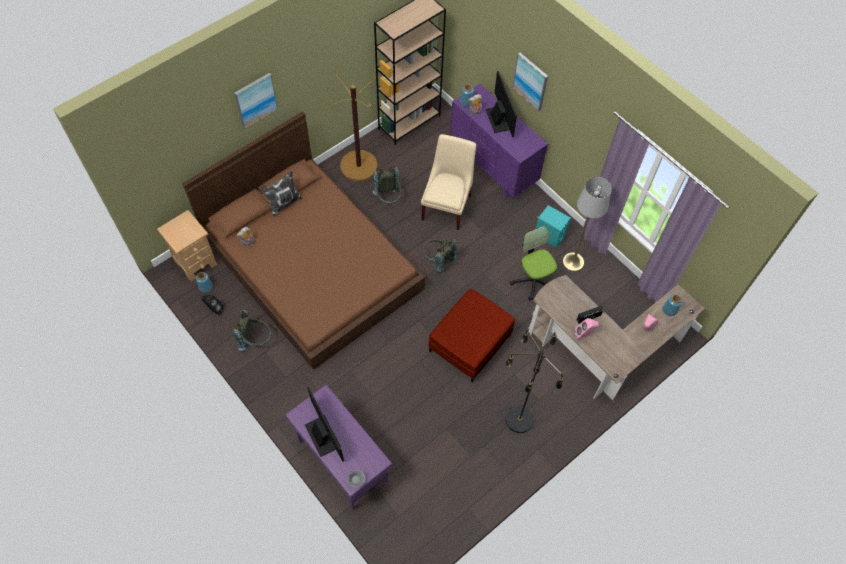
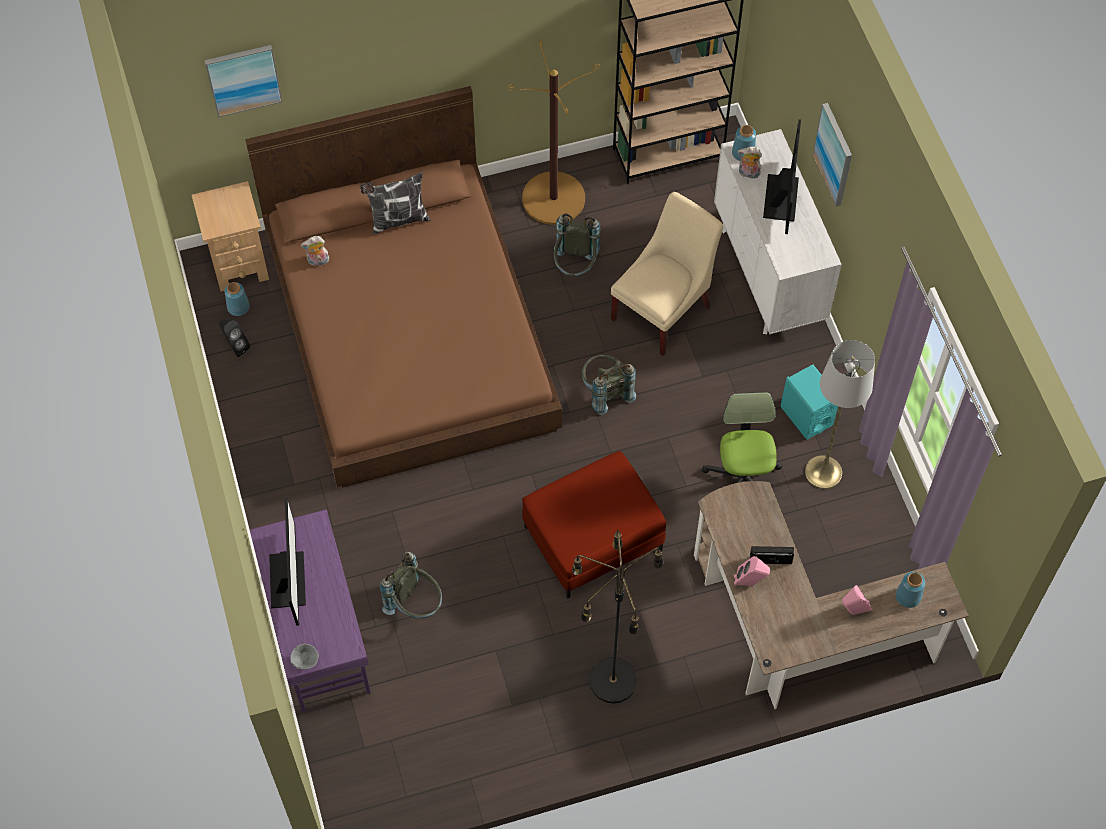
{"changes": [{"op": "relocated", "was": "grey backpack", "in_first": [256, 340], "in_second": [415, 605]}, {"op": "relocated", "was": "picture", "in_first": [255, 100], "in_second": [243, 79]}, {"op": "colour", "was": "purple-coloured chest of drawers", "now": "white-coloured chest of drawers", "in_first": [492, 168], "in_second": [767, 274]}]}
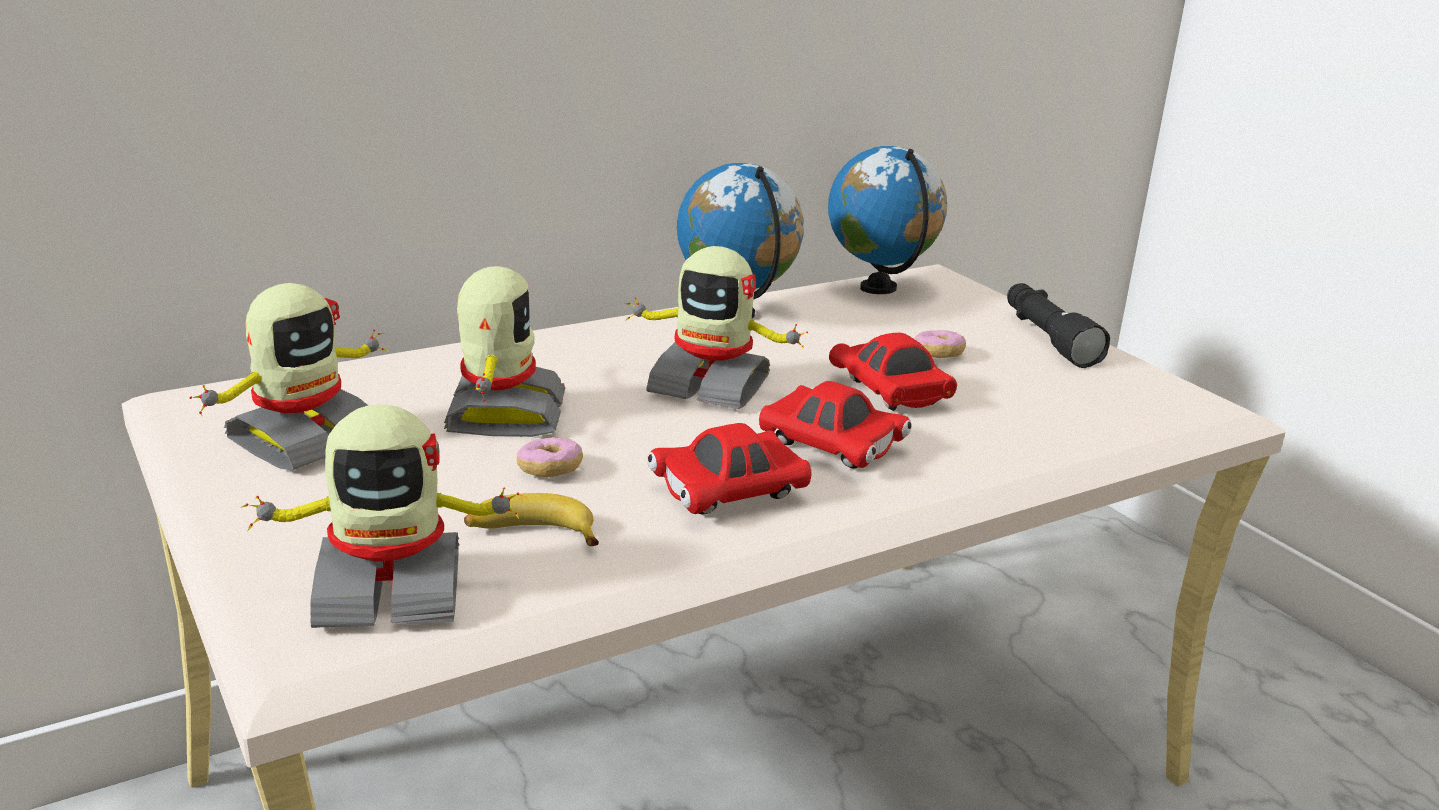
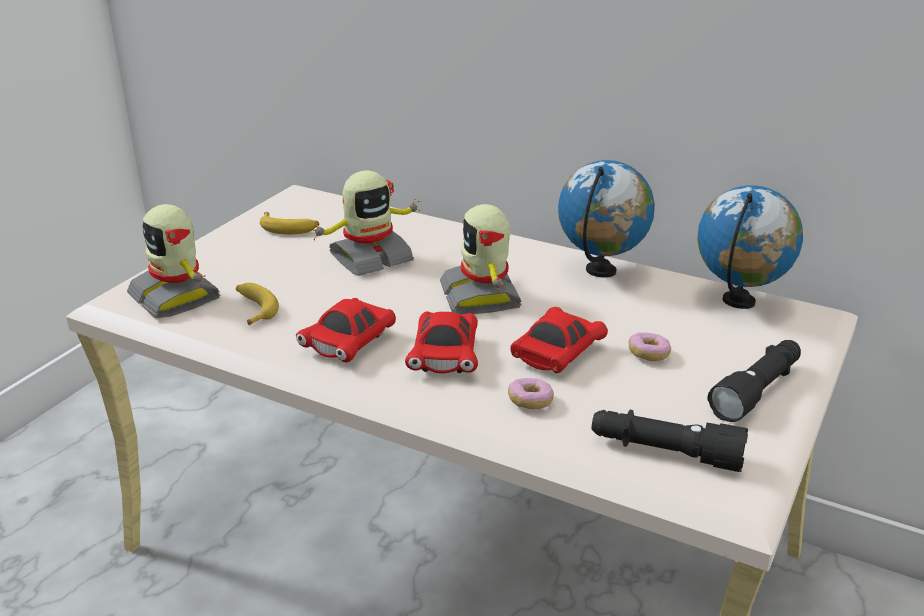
{"changes": [{"op": "appeared", "now": "blackish torch", "in_second": [665, 452]}, {"op": "relocated", "was": "doughnut", "in_first": [550, 470], "in_second": [530, 402]}, {"op": "exchanged", "was": "robot figure", "now": "whole banana", "in_first": [303, 438], "in_second": [289, 228]}, {"op": "spun", "was": "reddish miniature car", "in_first": [728, 494], "in_second": [349, 344], "clockwise": -90}]}
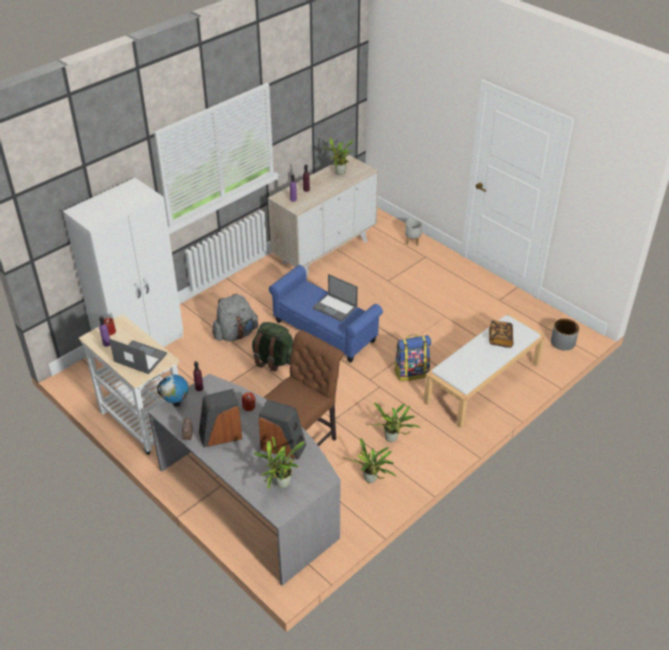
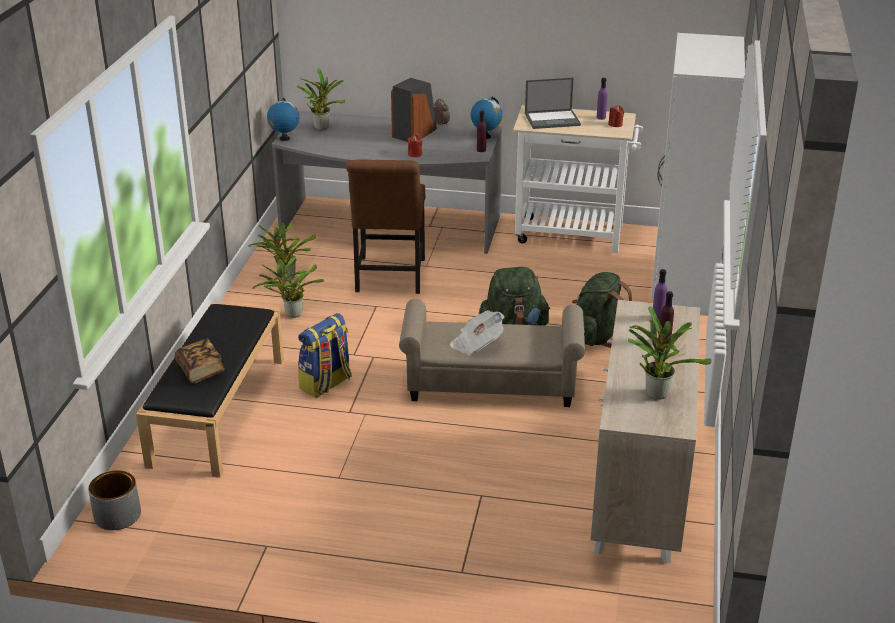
{"changes": [{"op": "missing", "was": "loudspeaker", "in_first": [283, 446]}, {"op": "missing", "was": "grey flower pot", "in_first": [412, 241]}, {"op": "appeared", "now": "desk globe", "in_second": [284, 138]}, {"op": "exchanged", "was": "notebook computer", "now": "printed paper", "in_first": [335, 307], "in_second": [477, 344]}, {"op": "colour", "was": "grey backpack", "now": "greenish backpack", "in_first": [235, 334], "in_second": [597, 336]}, {"op": "colour", "was": "blue pouffe", "now": "beige pouffe", "in_first": [325, 331], "in_second": [491, 385]}, {"op": "colour", "was": "white-coloured bench", "now": "blackish bench", "in_first": [482, 383], "in_second": [218, 409]}]}
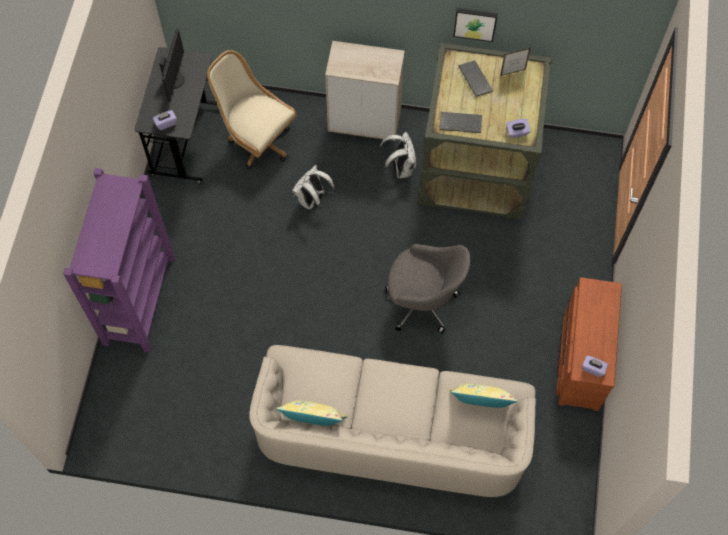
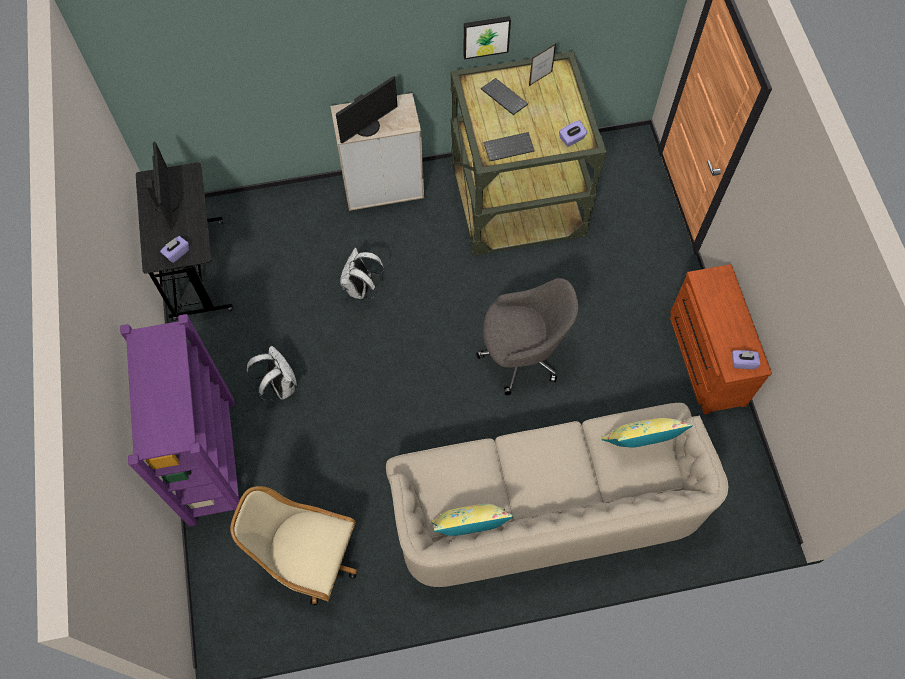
{"changes": [{"op": "appeared", "now": "computer display", "in_second": [367, 127]}, {"op": "relocated", "was": "beige office chair", "in_first": [256, 140], "in_second": [310, 560]}, {"op": "relocated", "was": "white-coloured backpack", "in_first": [400, 168], "in_second": [279, 386]}]}
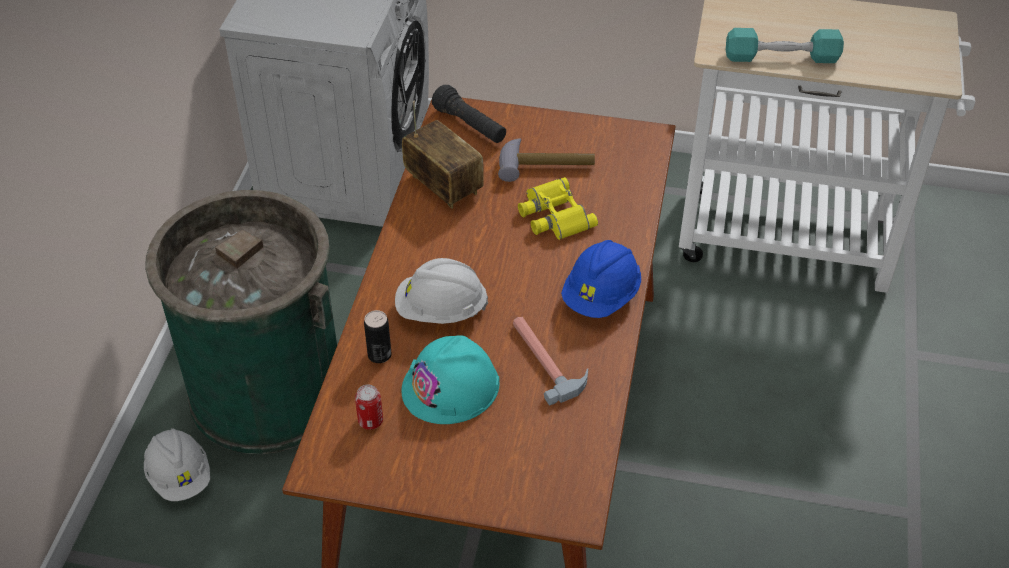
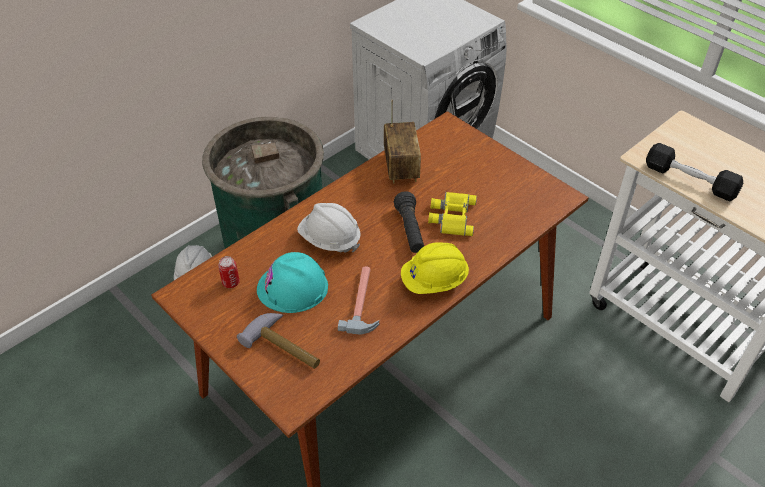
{"changes": [{"op": "missing", "was": "sealed can", "in_first": [379, 355]}, {"op": "relocated", "was": "blackish torch", "in_first": [470, 126], "in_second": [410, 230]}, {"op": "relocated", "was": "tool hammer", "in_first": [546, 164], "in_second": [285, 346]}, {"op": "colour", "was": "blue safety helmet", "now": "yellow-coloured safety helmet", "in_first": [601, 296], "in_second": [434, 281]}, {"op": "colour", "was": "blue-green free weight", "now": "blackish free weight", "in_first": [782, 57], "in_second": [690, 180]}]}
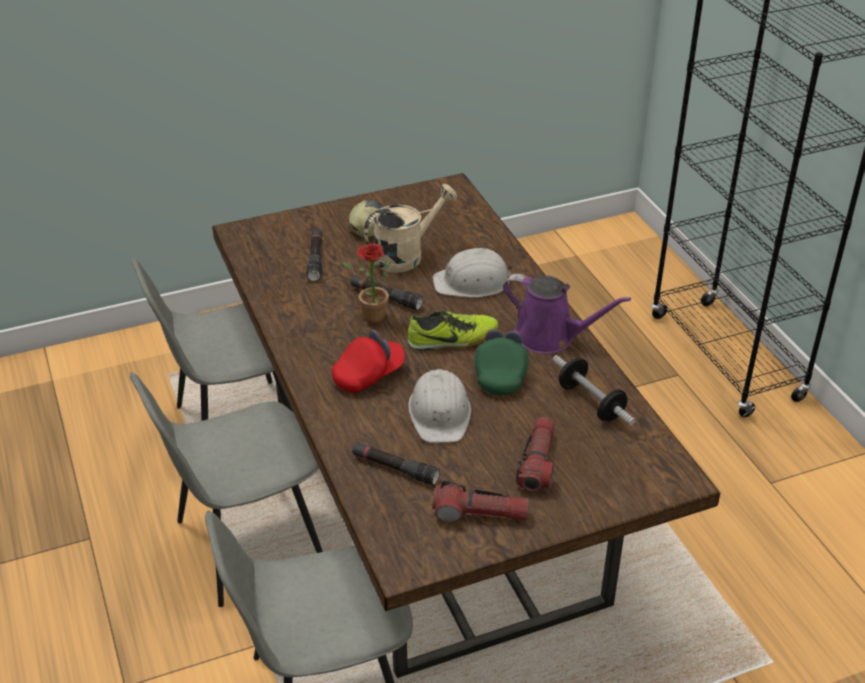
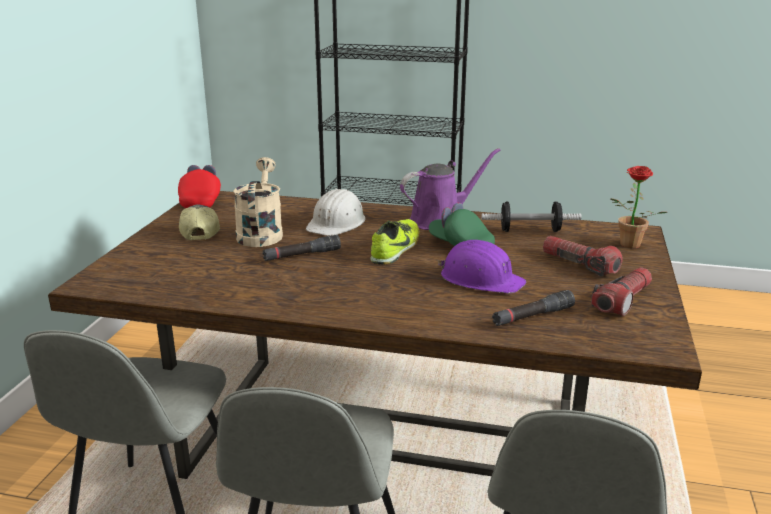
{"changes": [{"op": "missing", "was": "blackish torch", "in_first": [315, 259]}, {"op": "relocated", "was": "reddish peaked cap", "in_first": [369, 375], "in_second": [201, 202]}, {"op": "relocated", "was": "houseplant", "in_first": [369, 316], "in_second": [627, 246]}, {"op": "colour", "was": "white-coloured safety helmet", "now": "purple-coloured safety helmet", "in_first": [440, 413], "in_second": [480, 279]}]}
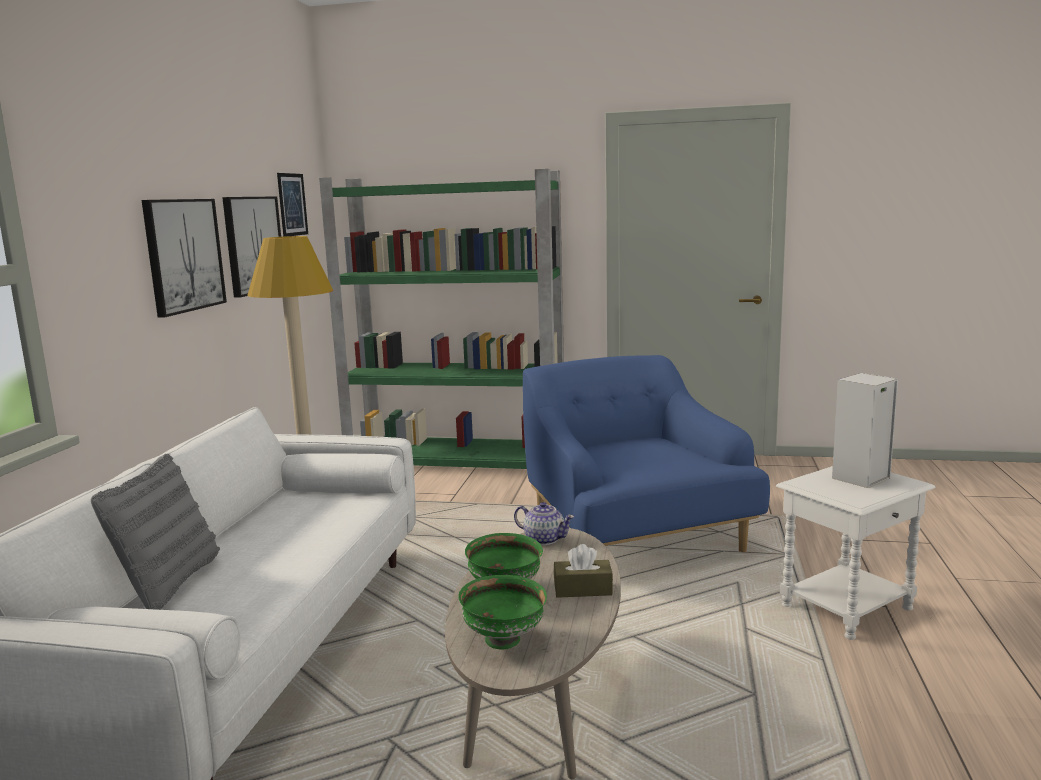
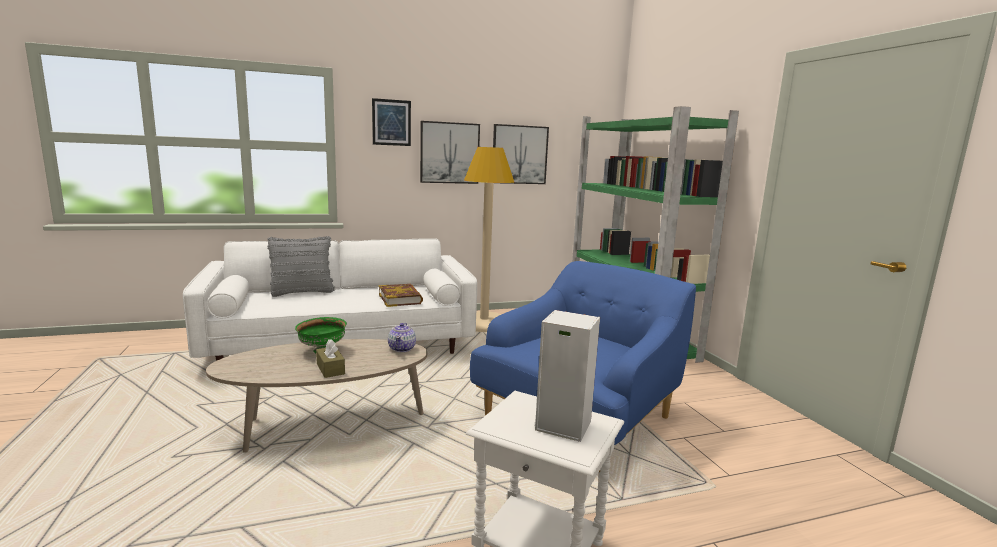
{"changes": [{"op": "missing", "was": "greenish deep dish", "in_first": [504, 640]}, {"op": "appeared", "now": "bound book", "in_second": [400, 299]}, {"op": "relocated", "was": "picture", "in_first": [292, 204], "in_second": [391, 122]}]}
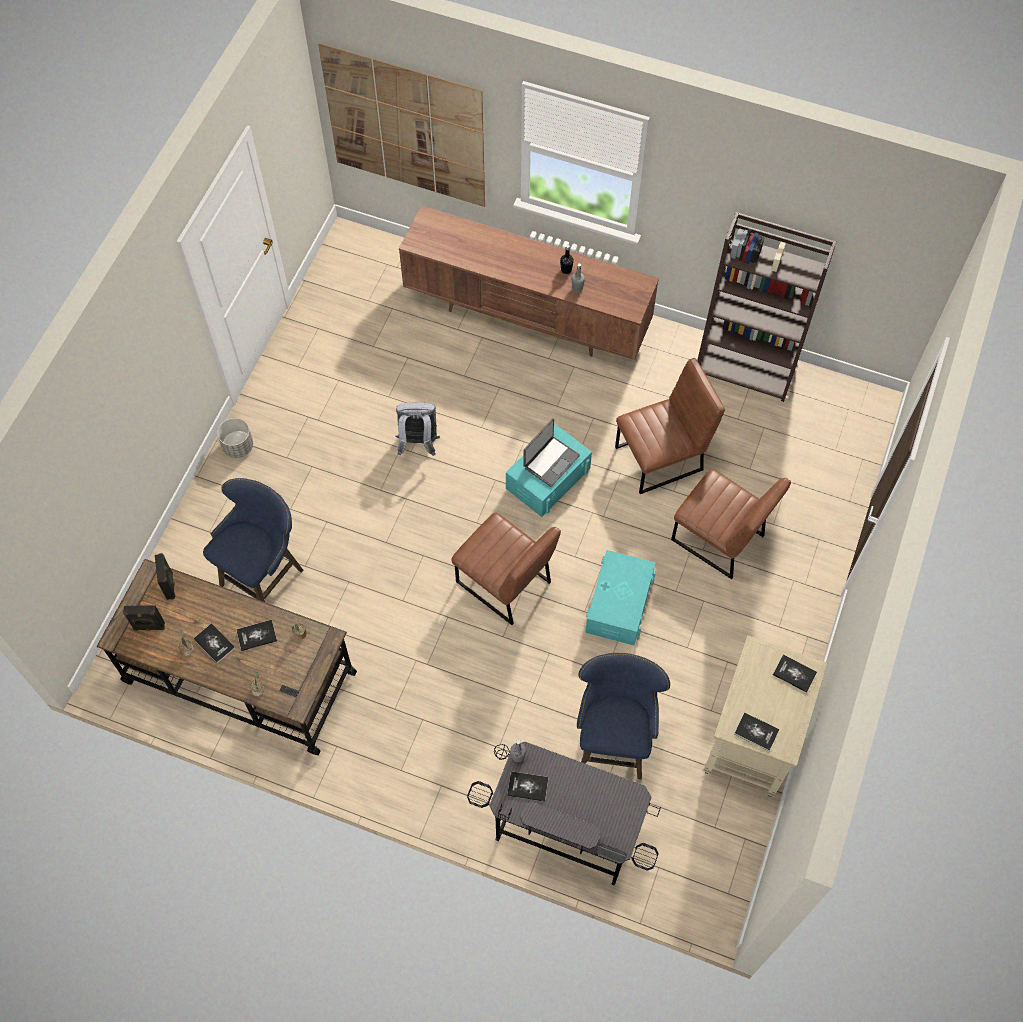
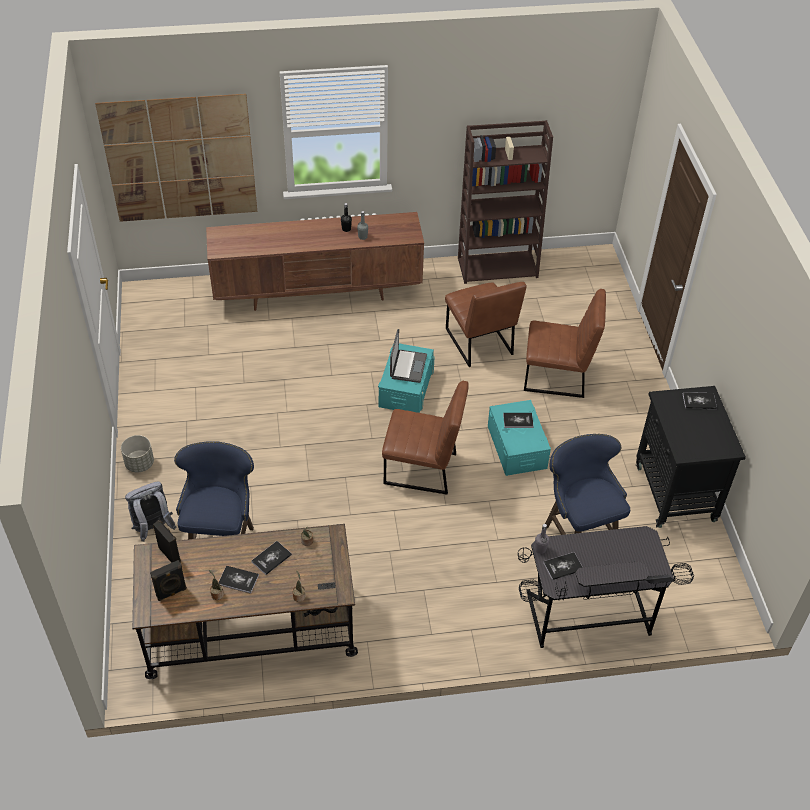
{"changes": [{"op": "relocated", "was": "grey backpack", "in_first": [418, 443], "in_second": [153, 528]}, {"op": "relocated", "was": "bound book", "in_first": [756, 732], "in_second": [518, 420]}, {"op": "colour", "was": "beige wheeled cart", "now": "blackish wheeled cart", "in_first": [750, 743], "in_second": [674, 494]}, {"op": "spun", "was": "brown-coloured plain chair", "in_first": [661, 458], "in_second": [479, 343], "clockwise": 120}]}
